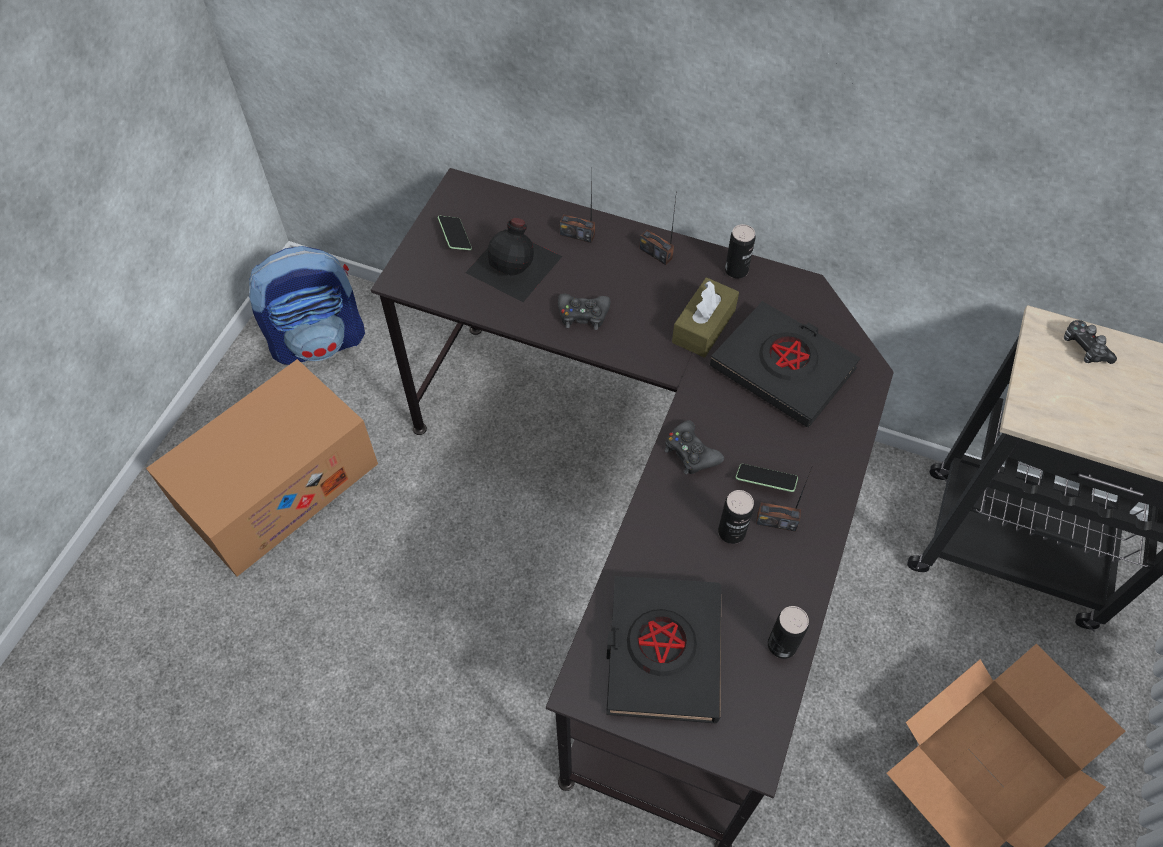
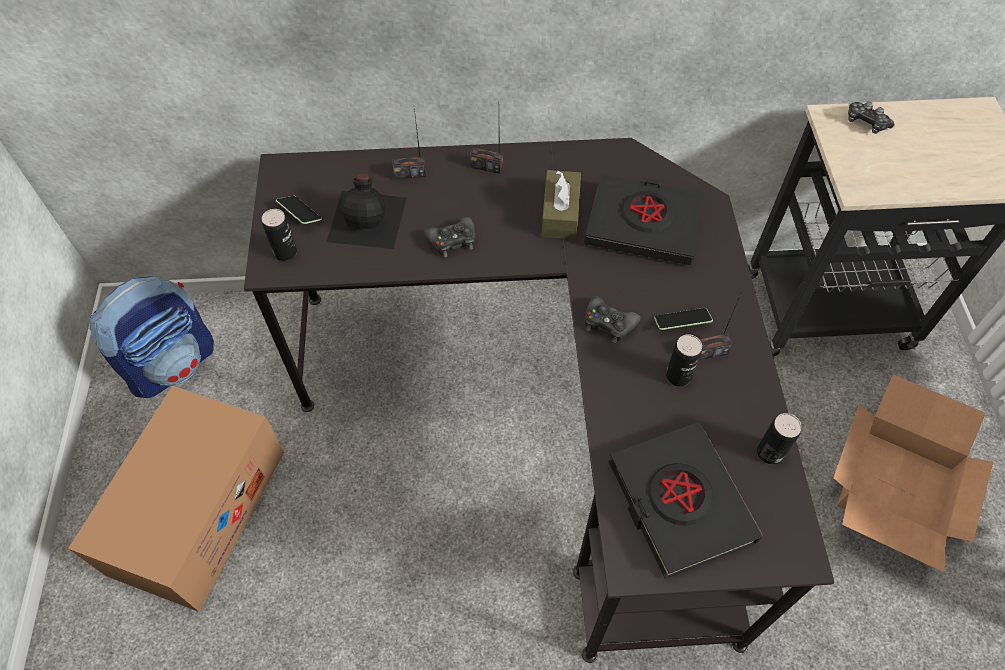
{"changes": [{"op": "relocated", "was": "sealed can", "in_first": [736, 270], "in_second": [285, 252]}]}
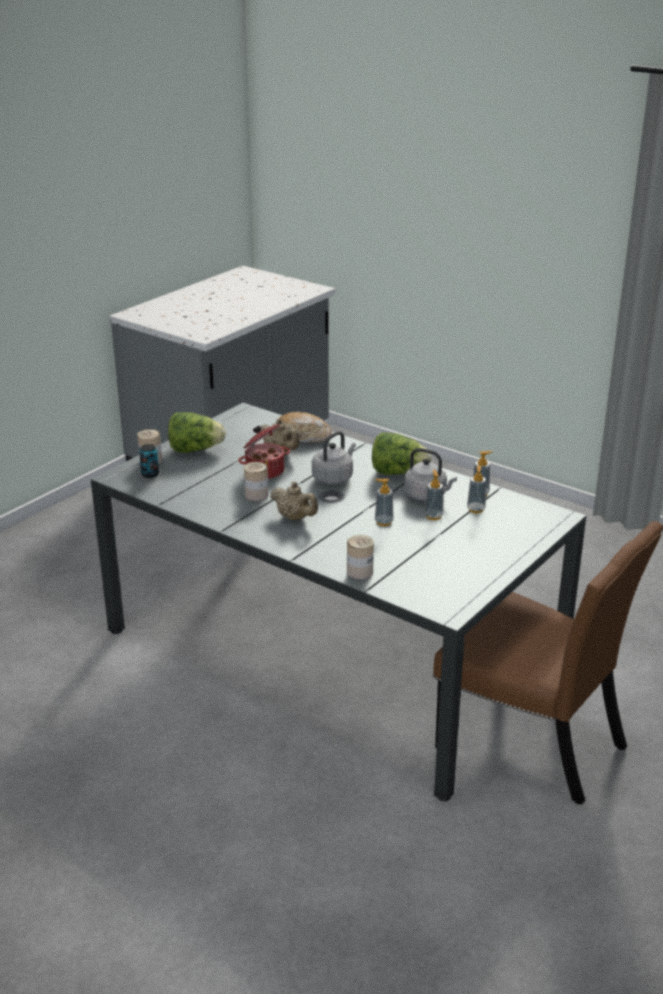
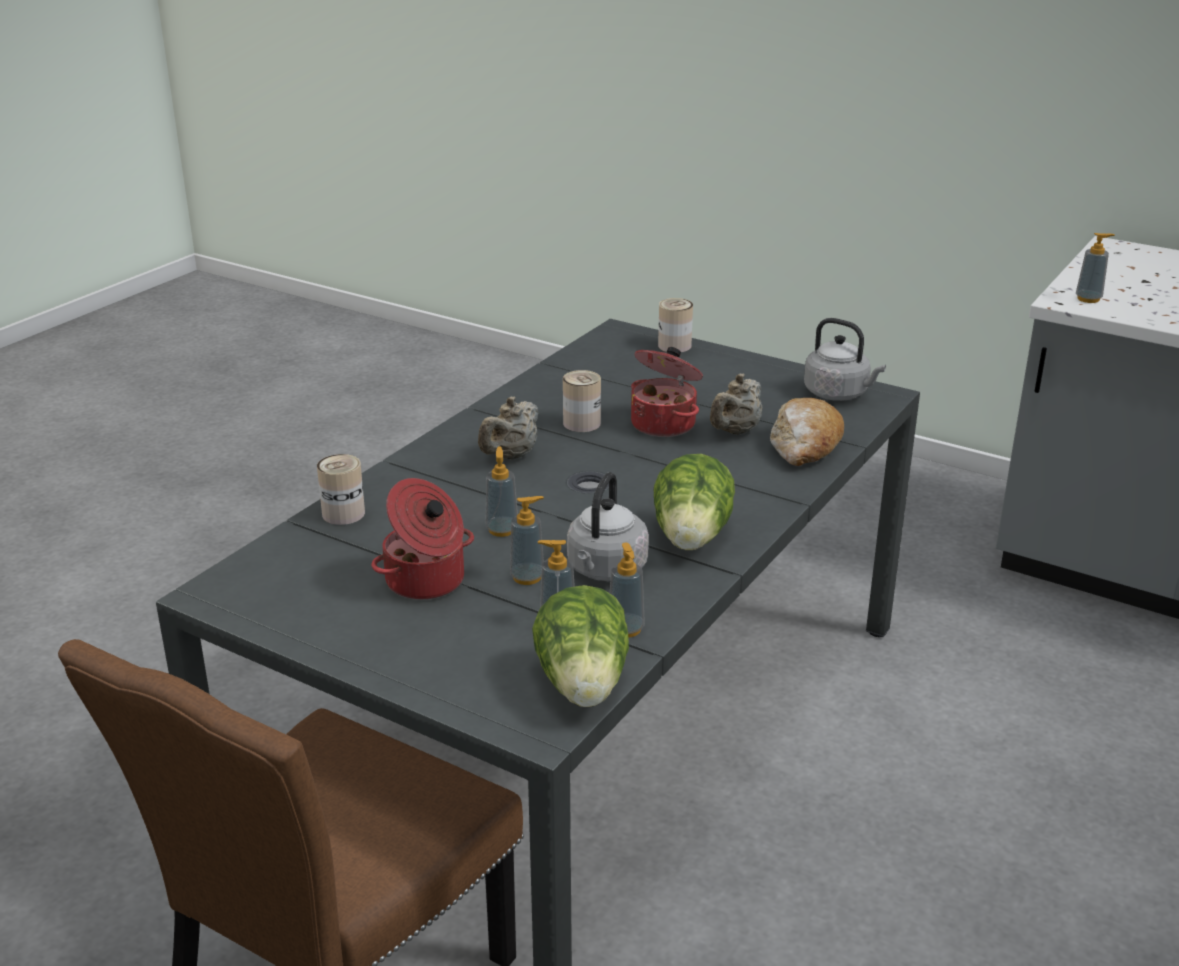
{"changes": [{"op": "missing", "was": "sealed can", "in_first": [150, 474]}, {"op": "appeared", "now": "stockpot", "in_second": [426, 582]}, {"op": "appeared", "now": "liquid soap bottle", "in_second": [1088, 299]}, {"op": "relocated", "was": "head of lettuce", "in_first": [195, 450], "in_second": [584, 686]}, {"op": "relocated", "was": "grey tea kettle", "in_first": [334, 478], "in_second": [839, 394]}]}
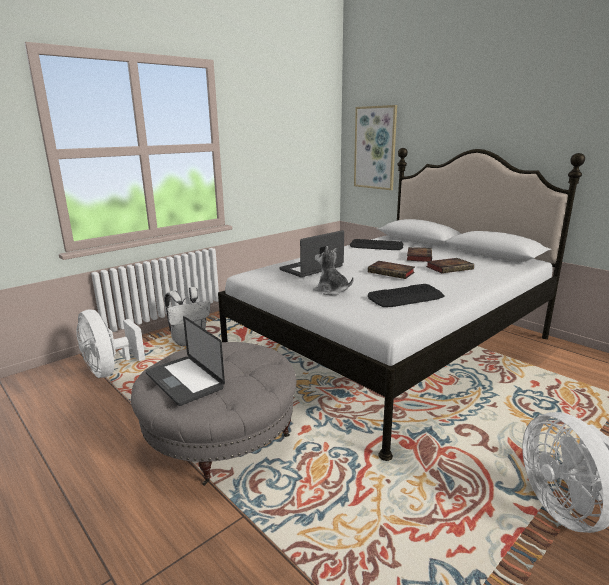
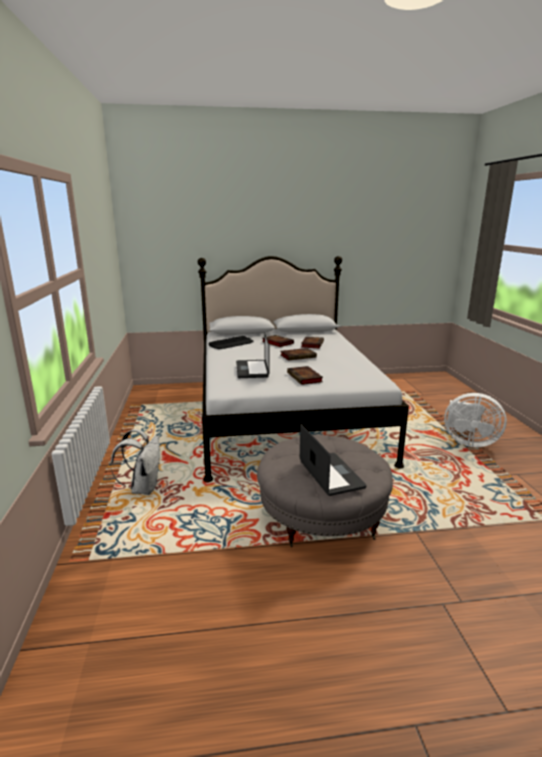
{"changes": [{"op": "missing", "was": "white-coloured electric fan", "in_first": [109, 370]}, {"op": "missing", "was": "picture", "in_first": [375, 148]}, {"op": "missing", "was": "keyboard", "in_first": [406, 297]}, {"op": "exchanged", "was": "cuddly toy", "now": "bound book", "in_first": [331, 290], "in_second": [305, 378]}, {"op": "spun", "was": "notebook computer", "in_first": [184, 381], "in_second": [331, 474], "clockwise": -105}]}
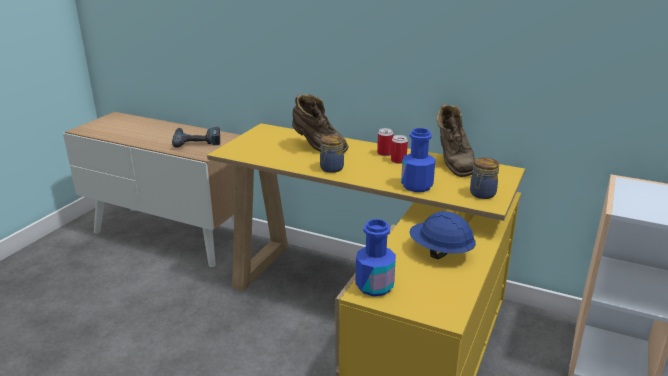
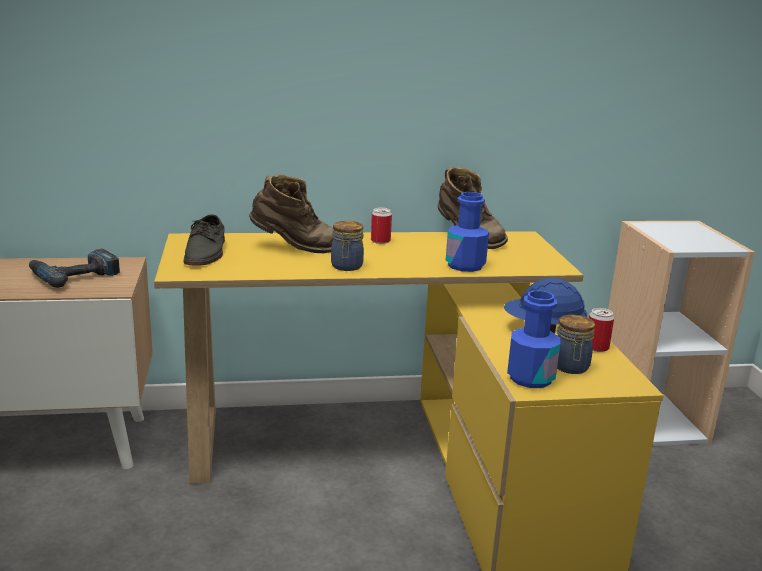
{"changes": [{"op": "appeared", "now": "grey shoe", "in_second": [206, 252]}, {"op": "relocated", "was": "sealed can", "in_first": [398, 161], "in_second": [596, 347]}, {"op": "relocated", "was": "preserve jar", "in_first": [482, 194], "in_second": [570, 367]}]}
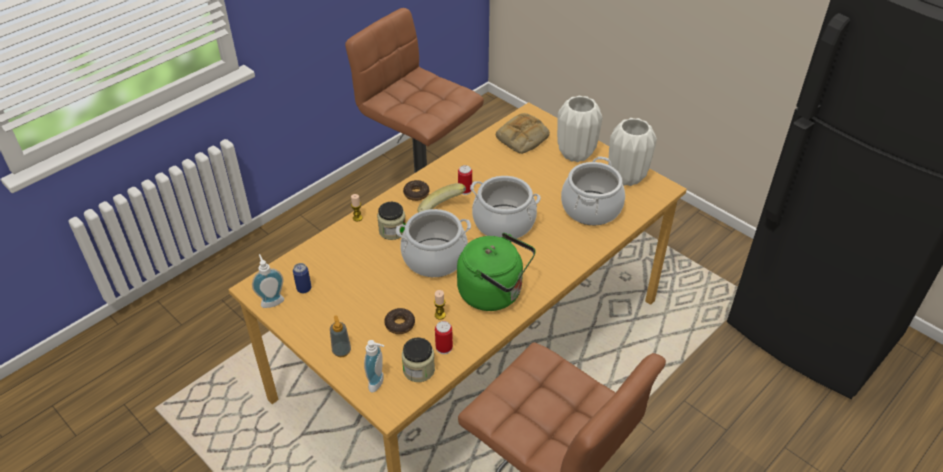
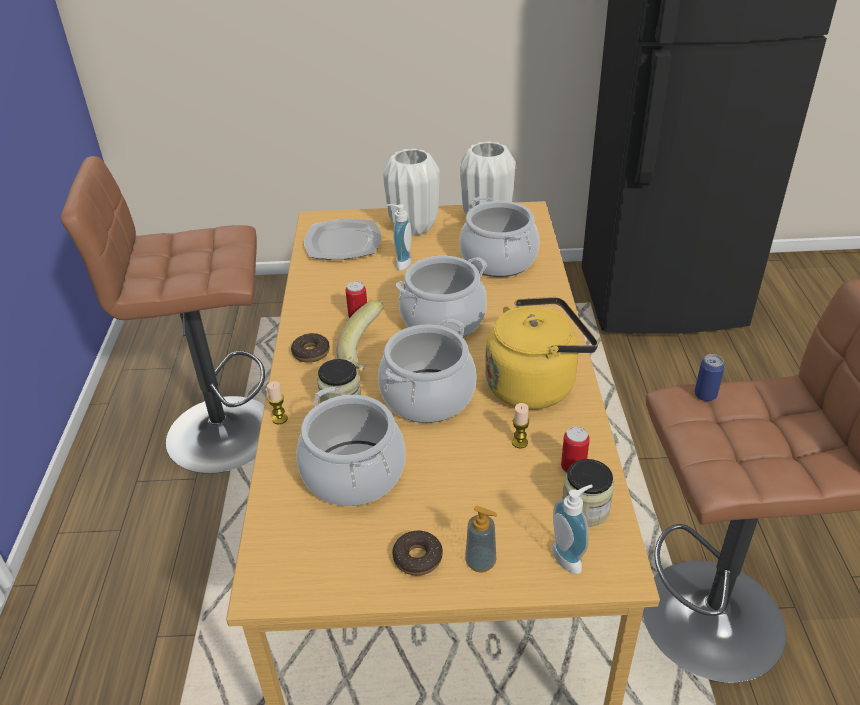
{"changes": [{"op": "appeared", "now": "stockpot", "in_second": [354, 473]}, {"op": "relocated", "was": "liquid soap bottle", "in_first": [271, 300], "in_second": [400, 263]}, {"op": "relocated", "was": "sealed can", "in_first": [304, 288], "in_second": [705, 395]}, {"op": "relocated", "was": "doughnut", "in_first": [400, 324], "in_second": [417, 558]}, {"op": "exchanged", "was": "baked bread", "now": "flat dish", "in_first": [522, 138], "in_second": [343, 243]}, {"op": "colour", "was": "greenish tea kettle", "now": "yellow-coloured tea kettle", "in_first": [494, 293], "in_second": [535, 384]}]}
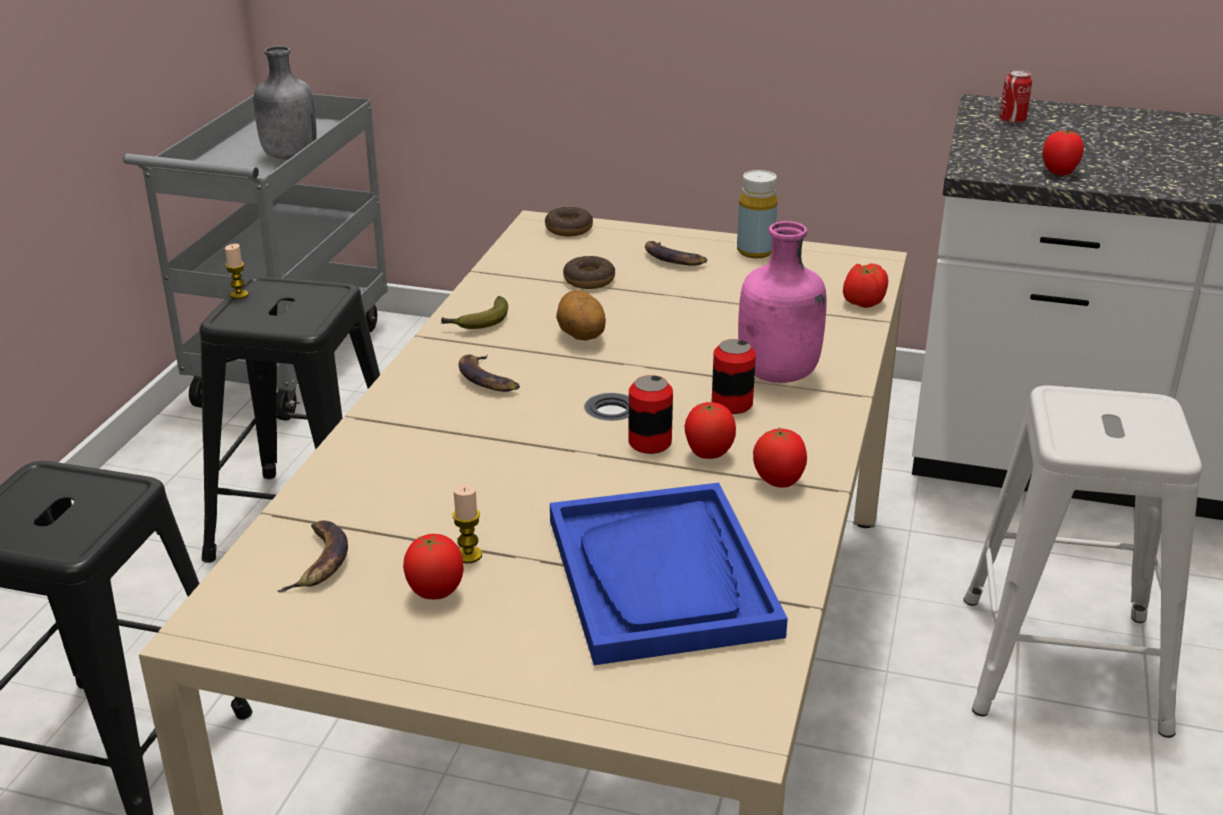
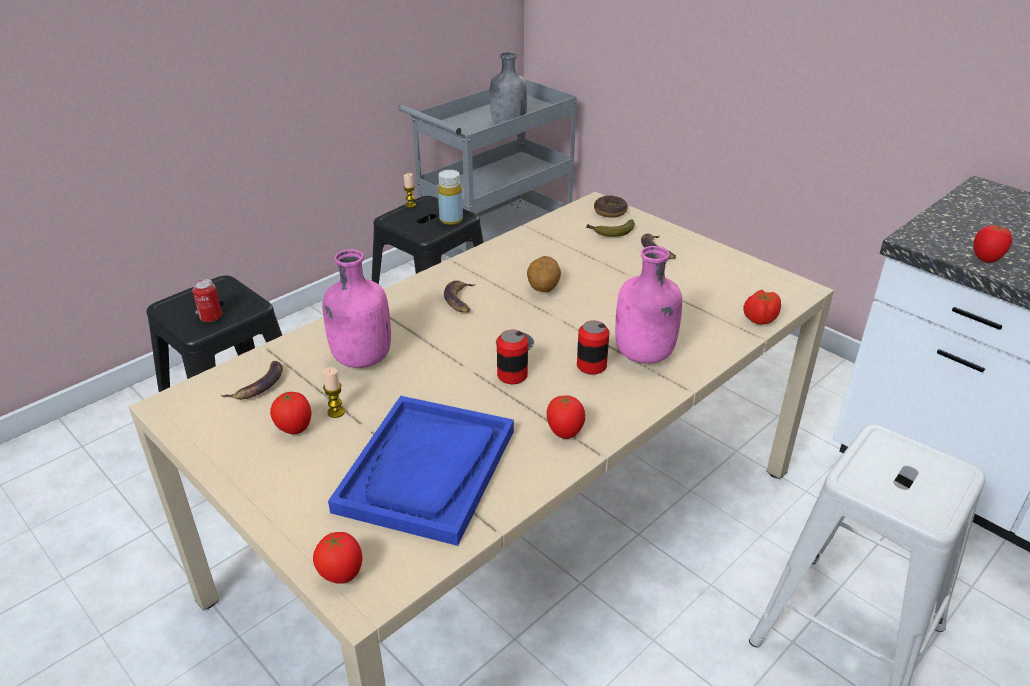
{"changes": [{"op": "missing", "was": "doughnut", "in_first": [589, 280]}, {"op": "appeared", "now": "pink-coloured drink bottle", "in_second": [360, 359]}, {"op": "relocated", "was": "whole banana", "in_first": [478, 323], "in_second": [610, 232]}, {"op": "relocated", "was": "fresh tomato", "in_first": [708, 455], "in_second": [342, 575]}, {"op": "relocated", "was": "yellow-coloured drink bottle", "in_first": [755, 251], "in_second": [451, 220]}, {"op": "relocated", "was": "sealed can", "in_first": [1012, 120], "in_second": [211, 317]}]}
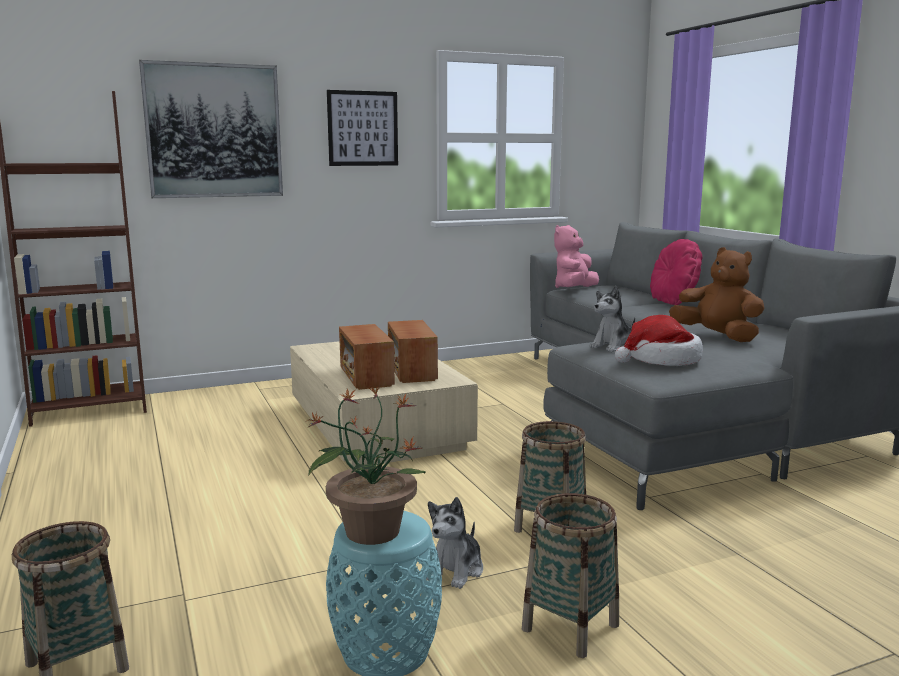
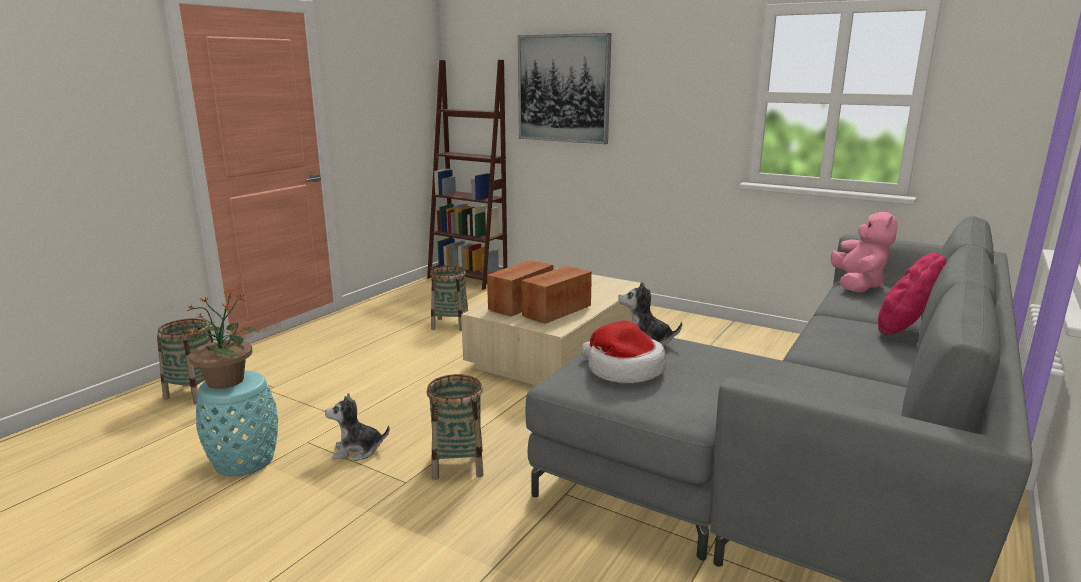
{"changes": [{"op": "missing", "was": "picture", "in_first": [363, 128]}, {"op": "missing", "was": "brown-coloured cuddly toy", "in_first": [717, 337]}, {"op": "relocated", "was": "storage basket", "in_first": [570, 627], "in_second": [450, 324]}, {"op": "spun", "was": "pink-coloured cuddly toy", "in_first": [574, 289], "in_second": [857, 285], "clockwise": 105}]}
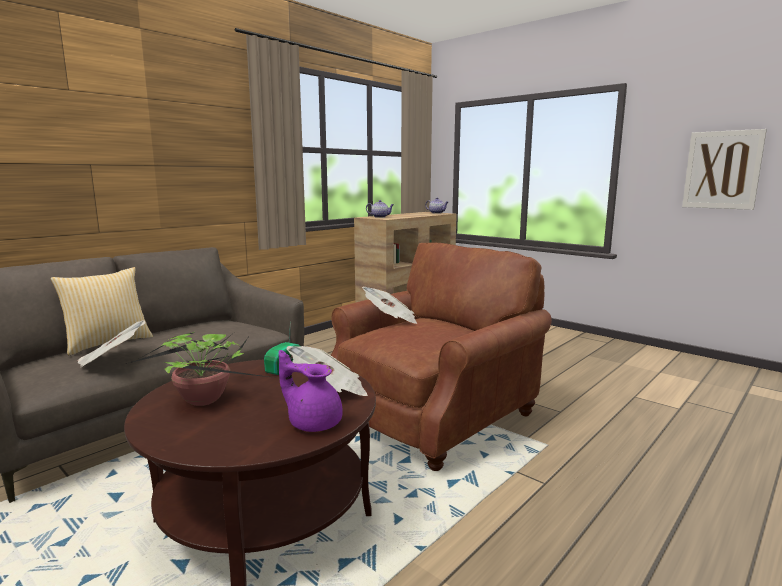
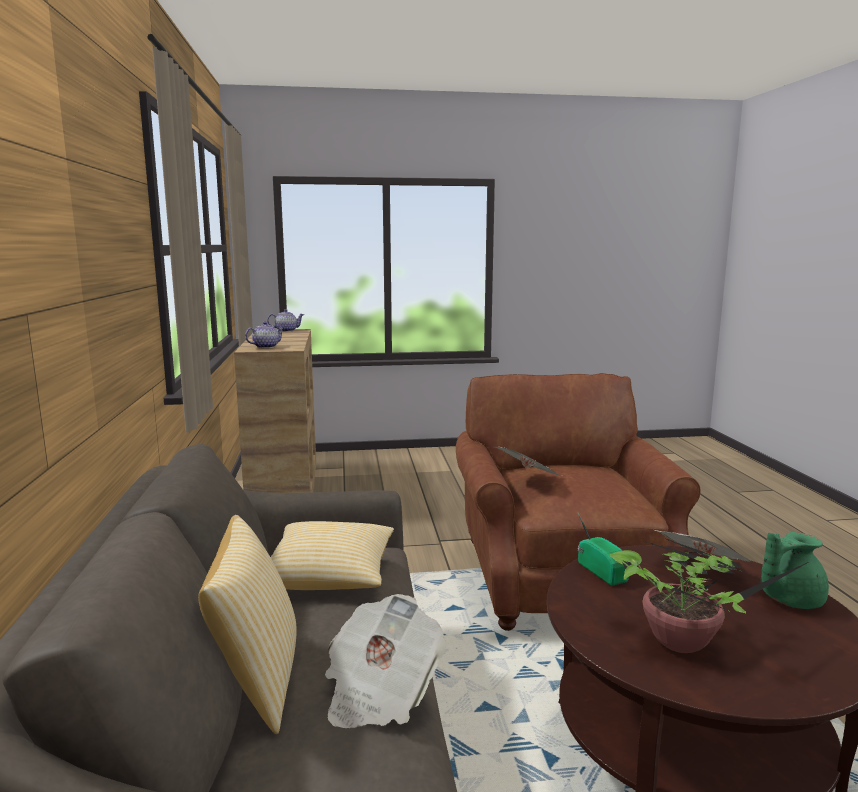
{"changes": [{"op": "missing", "was": "picture", "in_first": [722, 170]}, {"op": "appeared", "now": "cushion", "in_second": [329, 576]}, {"op": "colour", "was": "purple-coloured tea pot", "now": "greenish tea pot", "in_first": [313, 422], "in_second": [788, 599]}]}
